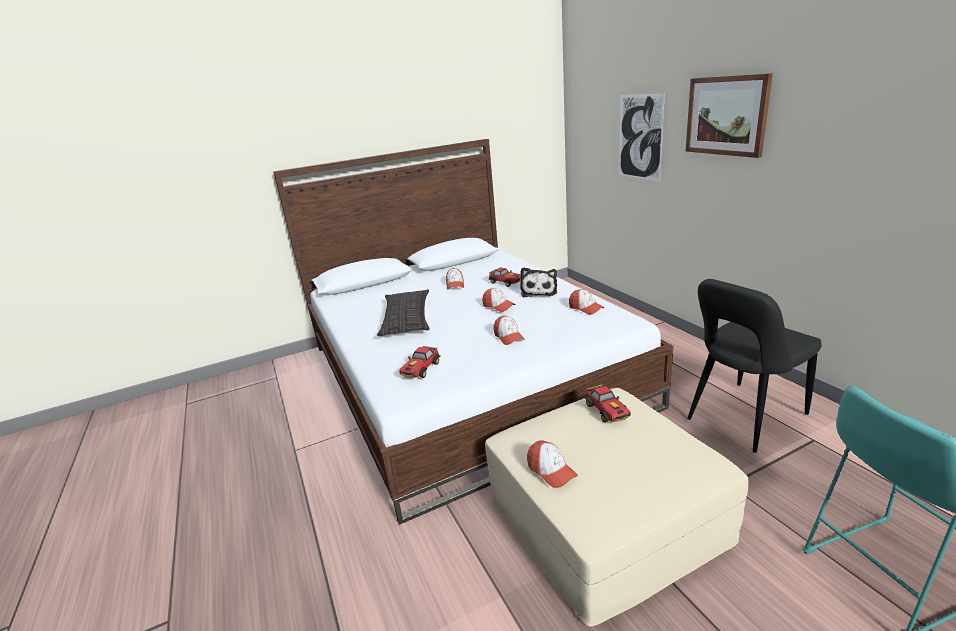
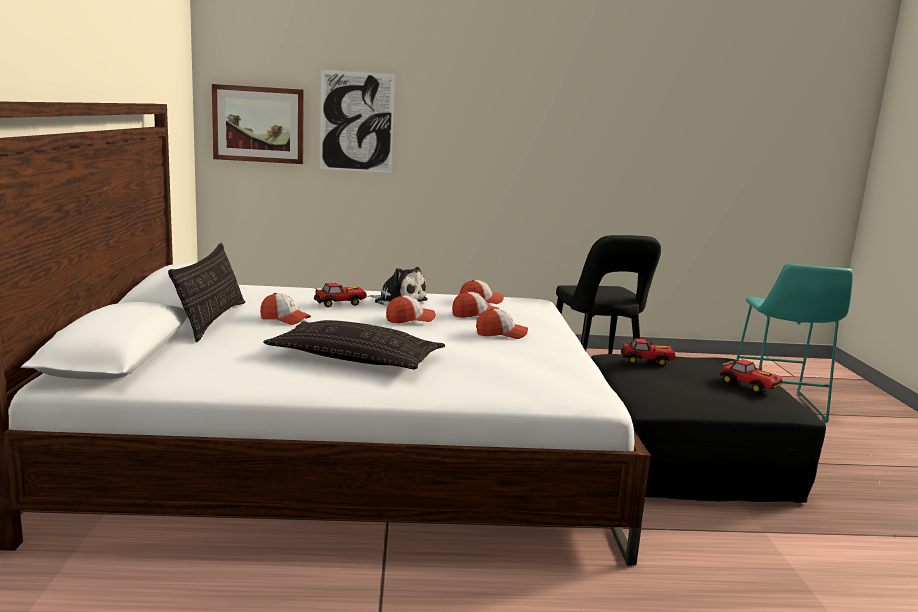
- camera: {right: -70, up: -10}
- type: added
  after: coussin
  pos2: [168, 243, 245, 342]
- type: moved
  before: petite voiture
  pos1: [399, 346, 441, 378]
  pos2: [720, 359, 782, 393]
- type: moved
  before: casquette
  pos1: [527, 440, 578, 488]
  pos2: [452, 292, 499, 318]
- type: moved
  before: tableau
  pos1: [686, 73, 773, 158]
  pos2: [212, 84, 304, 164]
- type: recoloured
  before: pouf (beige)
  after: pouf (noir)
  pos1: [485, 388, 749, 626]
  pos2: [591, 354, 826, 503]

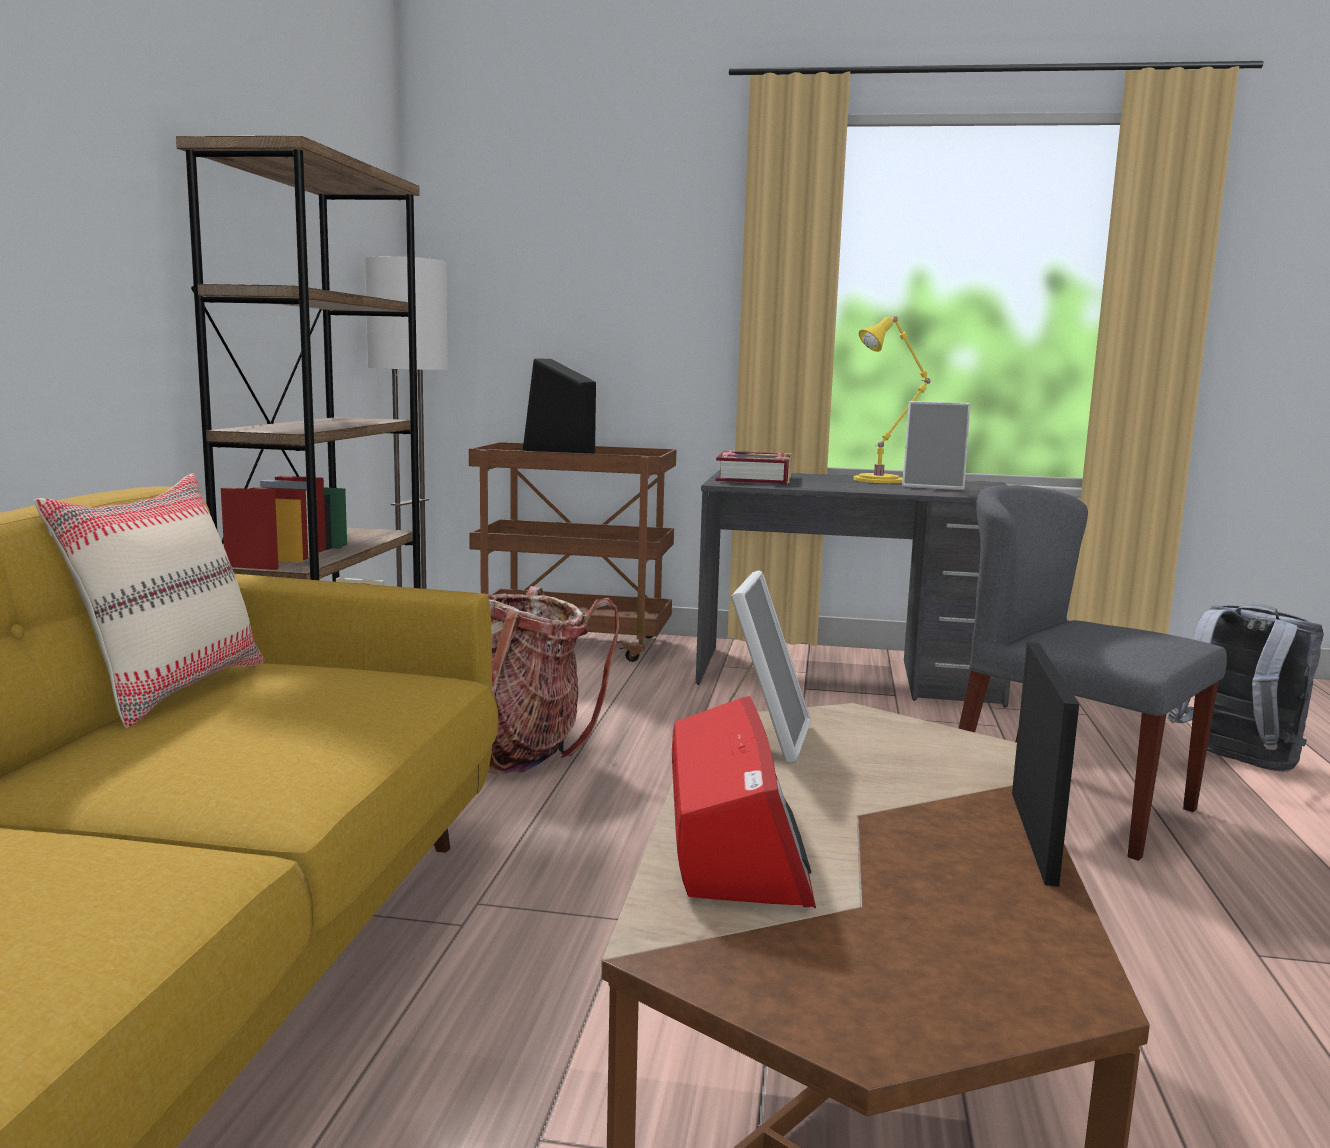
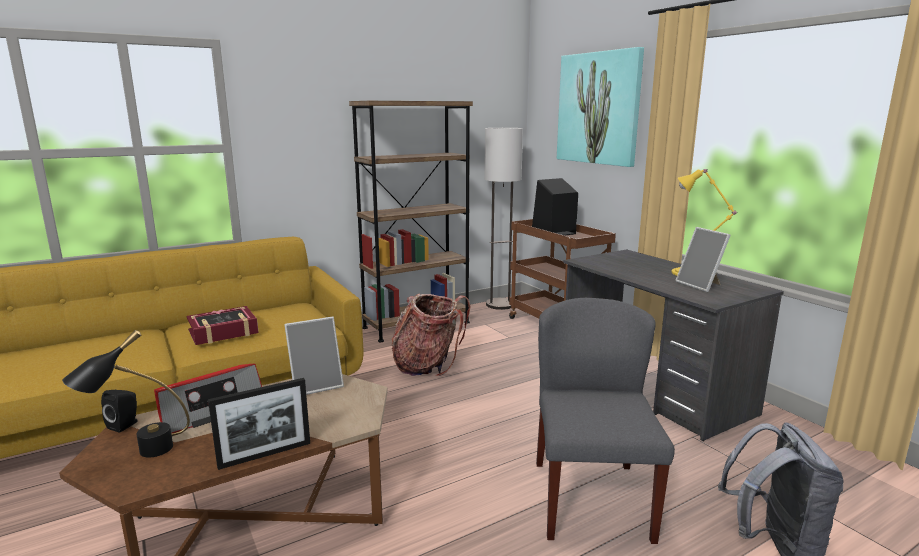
- camera: {right: 50, up: 5}
- type: removed
  before: coussin (beige)
  pos1: [34, 473, 265, 729]
- type: added
  after: lampe de table (noir)
  pos2: [62, 330, 190, 458]
- type: added
  after: enceinte (noir)
  pos2: [101, 390, 138, 433]
- type: added
  after: tableau
  pos2: [557, 47, 644, 167]
- type: moved
  before: livre
  pos1: [716, 450, 792, 484]
  pos2: [187, 306, 259, 345]

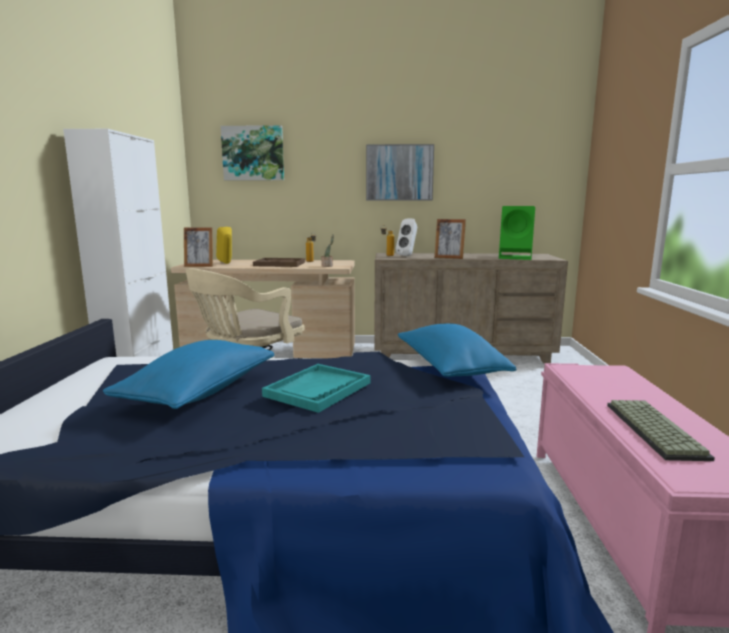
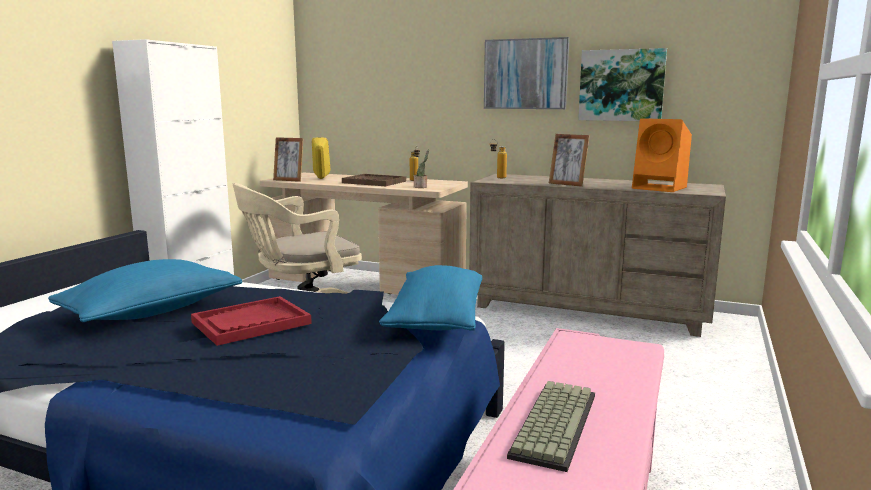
- camera: {right: 20, up: 0}
- type: removed
  before: enceinte (blanc)
  pos1: [395, 219, 417, 256]
- type: moved
  before: tableau
  pos1: [221, 125, 284, 180]
  pos2: [578, 48, 667, 121]
- type: recoloured
  before: plateau (turquoise)
  after: plateau (rouge)
  pos1: [262, 364, 370, 413]
  pos2: [191, 296, 312, 346]
- type: recoloured
  before: enceinte (vert)
  after: enceinte (orange)
  pos1: [499, 206, 535, 260]
  pos2: [632, 118, 692, 192]

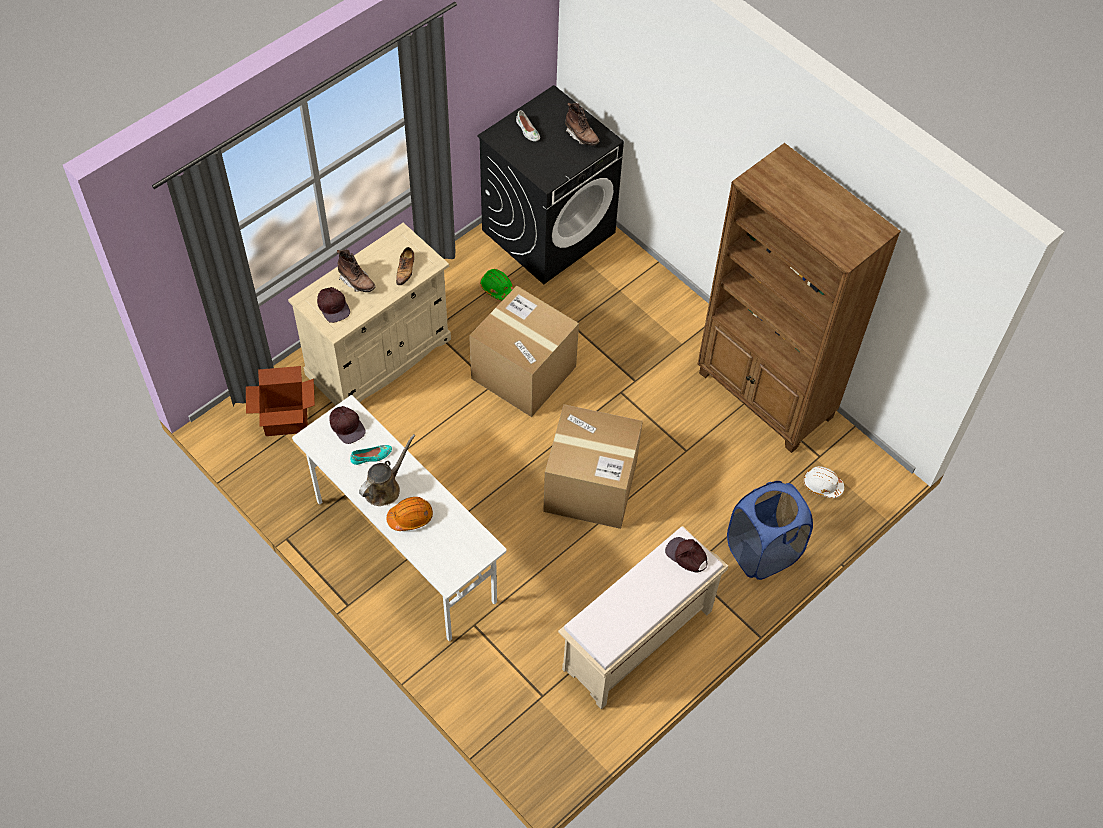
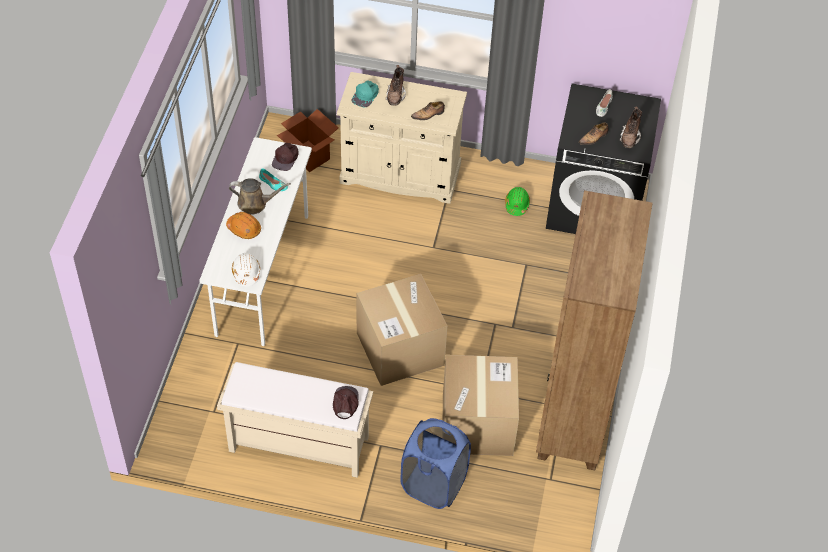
- camera: {right: 55, up: -5}
- type: added
  after: chaussure
  pos2: [578, 122, 609, 145]
- type: moved
  before: carton
  pos1: [469, 286, 579, 417]
  pos2: [443, 355, 519, 456]
- type: moved
  before: casque de chantier (blanc)
  pos1: [803, 466, 844, 498]
  pos2: [232, 253, 260, 286]
- type: recoloured
  before: casquette (marron)
  after: casquette (turquoise)
  pos1: [317, 287, 350, 323]
  pos2: [351, 80, 379, 107]

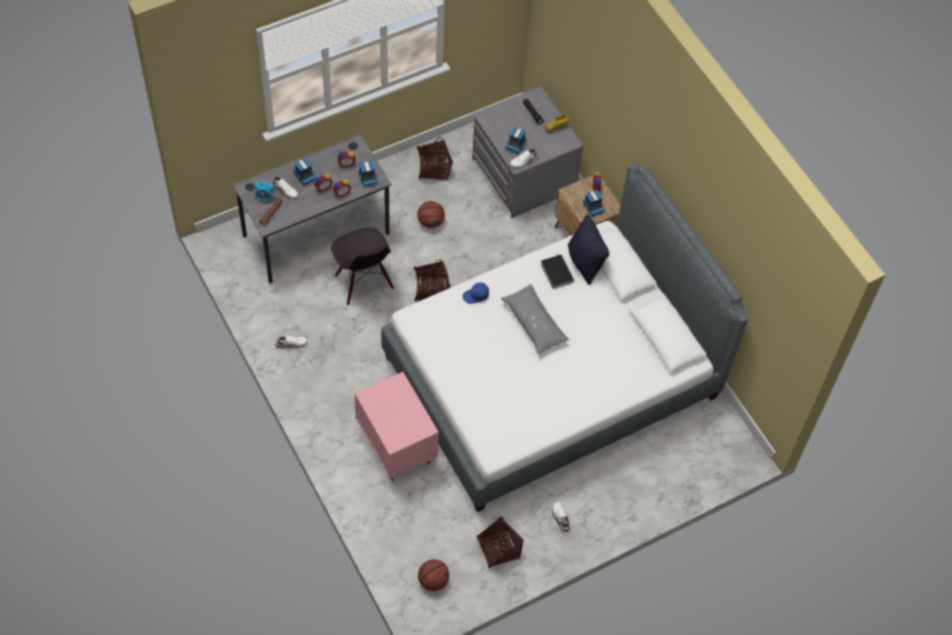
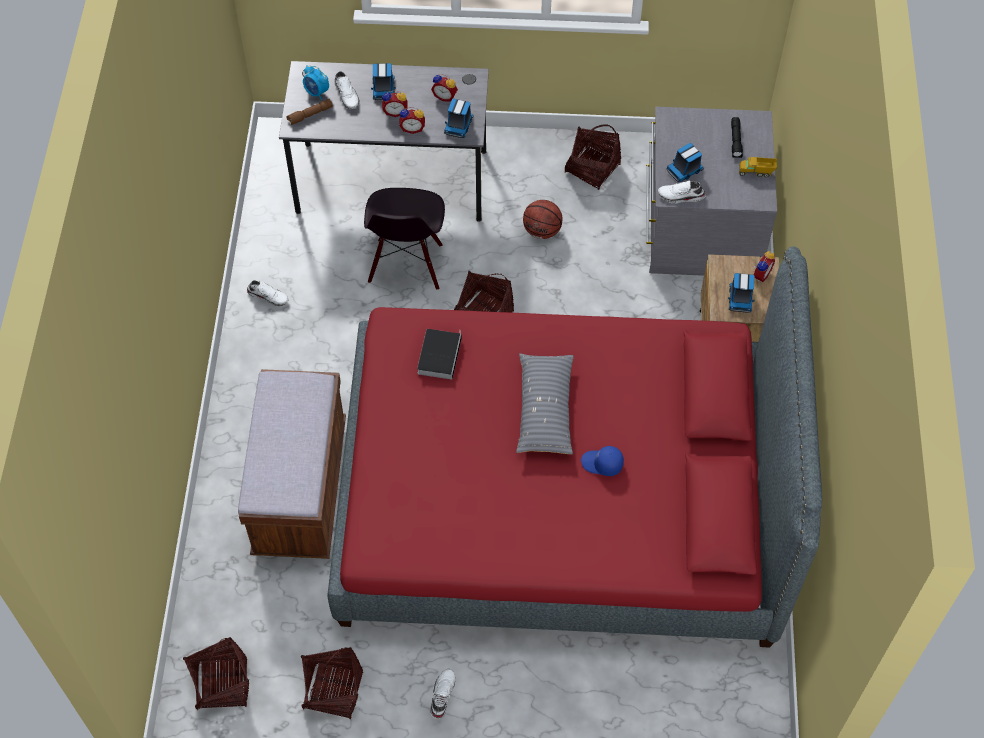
- camera: {right: 35, up: 0}
- type: removed
  before: coussin (noir)
  pos1: [568, 214, 610, 285]
- type: moved
  before: casquette (bleu)
  pos1: [462, 282, 489, 304]
  pos2: [581, 446, 624, 476]
- type: moved
  before: livre
  pos1: [540, 254, 574, 289]
  pos2: [417, 329, 462, 380]
- type: replaced
  before: table de chevet (rose)
  after: banc (marron)
  pos1: [355, 372, 439, 481]
  pos2: [238, 369, 346, 559]
- type: replaced
  before: ballon de basket
  after: panier
  pos1: [418, 559, 449, 591]
  pos2: [183, 637, 249, 710]
- type: recoloured
  before: lit (blanc)
  after: lit (rouge)
  pos1: [381, 162, 748, 512]
  pos2: [328, 246, 822, 648]

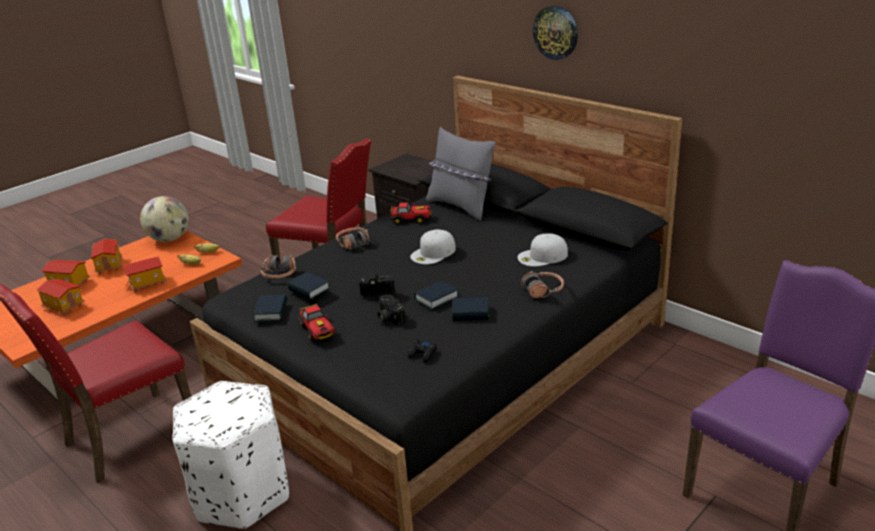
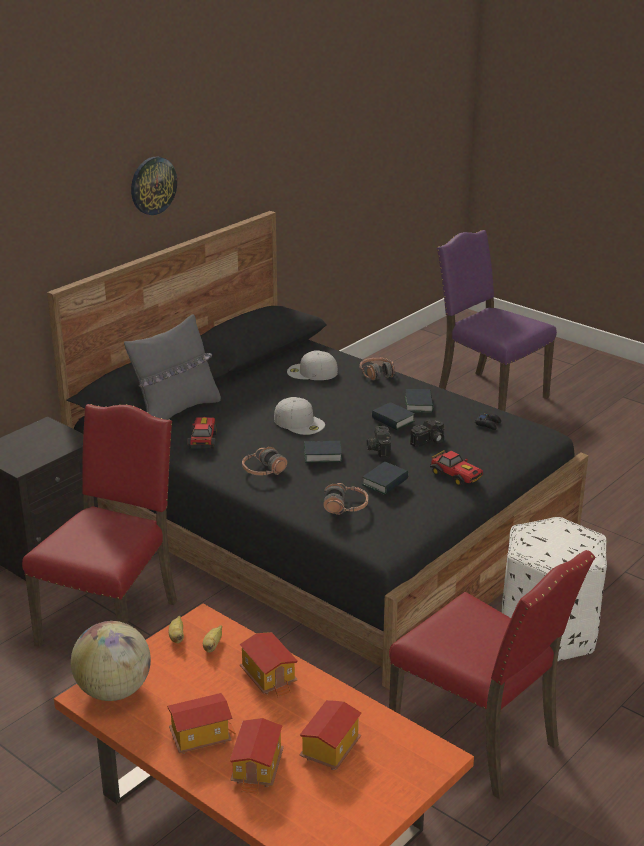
- camera: {right: -95, up: 0}
- type: moved
  before: livre
  pos1: [253, 294, 287, 322]
  pos2: [304, 441, 342, 463]
- type: turned
  before: petite voiture
  pos1: [297, 304, 335, 341]
  pos2: [430, 450, 483, 486]
  turn: 75
- type: turned
  before: casquette (blanc)
  pos1: [517, 233, 568, 267]
  pos2: [287, 350, 338, 380]
  turn: 120

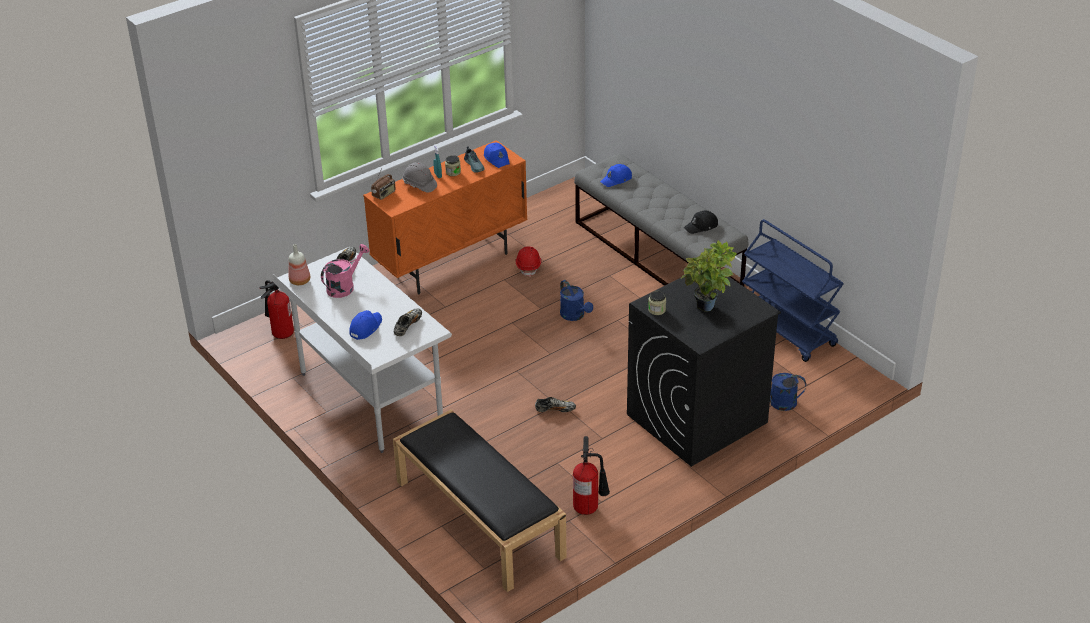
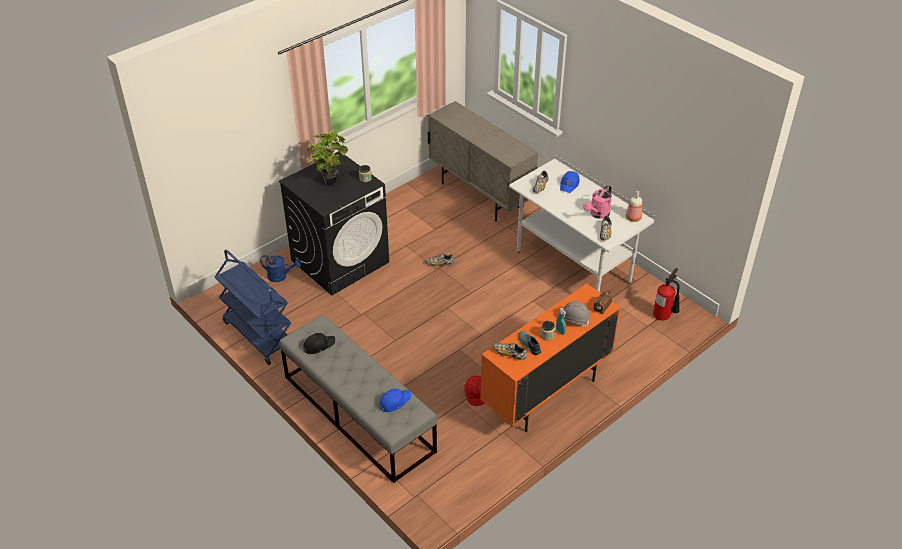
- camera: {right: 175, up: 5}
- type: removed
  before: arrosoir (bleu)
  pos1: [560, 280, 593, 321]
- type: removed
  before: extincteur
  pos1: [573, 436, 610, 515]
- type: replaced
  before: banc (noir)
  after: meuble de rangement (beige)
  pos1: [393, 410, 567, 592]
  pos2: [428, 101, 538, 221]
- type: replaced
  before: casquette (bleu)
  after: chaussure
  pos1: [484, 143, 510, 168]
  pos2: [493, 343, 527, 360]

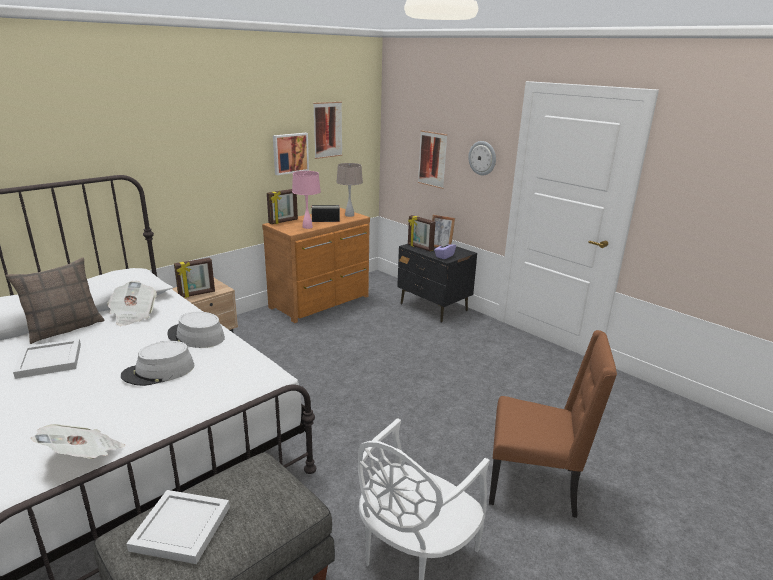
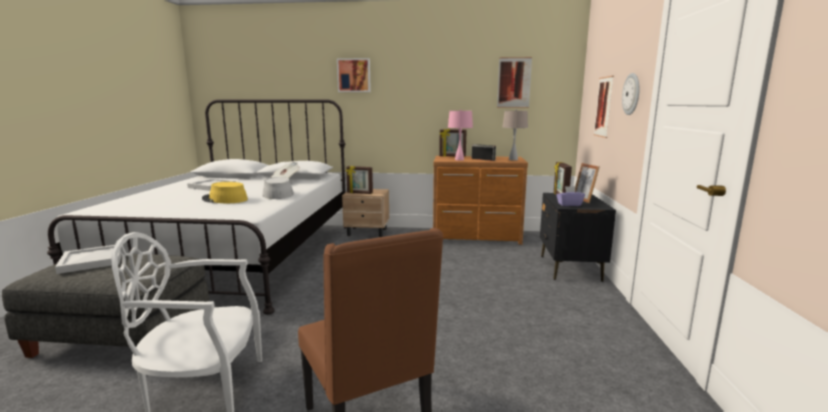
- camera: {right: 50, up: -10}
- type: removed
  before: coussin
  pos1: [6, 258, 105, 344]
- type: removed
  before: journal
  pos1: [30, 424, 125, 459]
- type: moved
  before: tableau
  pos1: [273, 133, 309, 175]
  pos2: [337, 58, 371, 92]
- type: recoloured
  before: chapeau (gris)
  after: chapeau (jaune)
  pos1: [121, 341, 194, 386]
  pos2: [202, 182, 248, 203]

